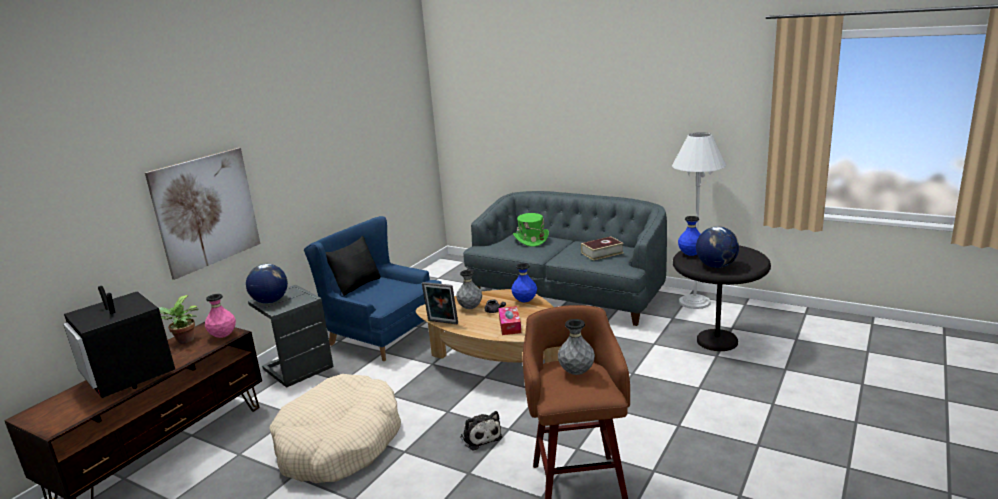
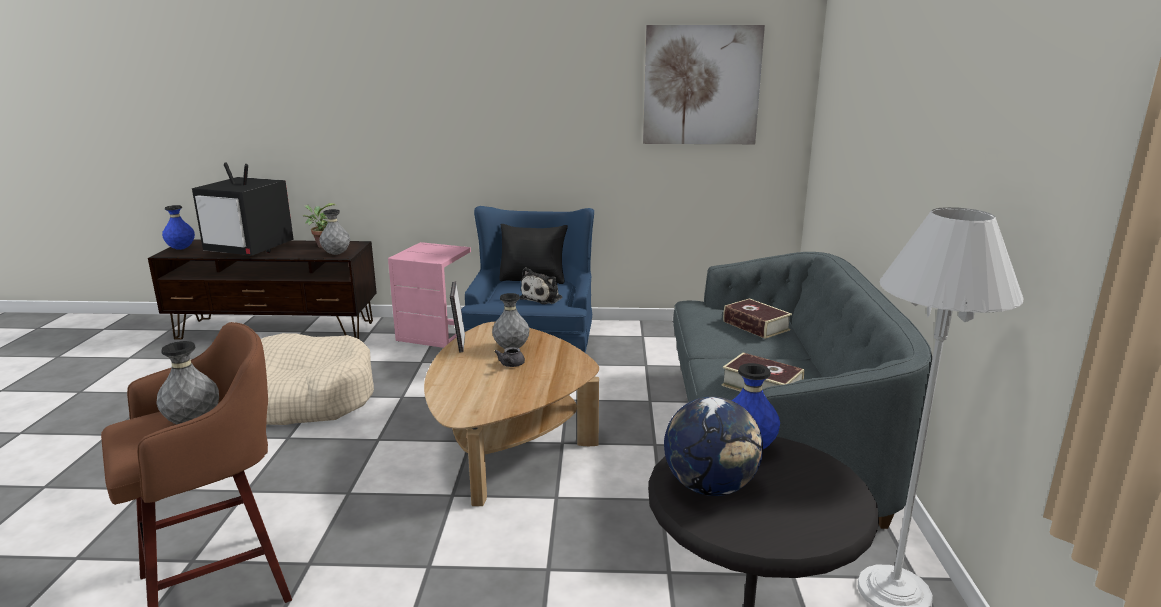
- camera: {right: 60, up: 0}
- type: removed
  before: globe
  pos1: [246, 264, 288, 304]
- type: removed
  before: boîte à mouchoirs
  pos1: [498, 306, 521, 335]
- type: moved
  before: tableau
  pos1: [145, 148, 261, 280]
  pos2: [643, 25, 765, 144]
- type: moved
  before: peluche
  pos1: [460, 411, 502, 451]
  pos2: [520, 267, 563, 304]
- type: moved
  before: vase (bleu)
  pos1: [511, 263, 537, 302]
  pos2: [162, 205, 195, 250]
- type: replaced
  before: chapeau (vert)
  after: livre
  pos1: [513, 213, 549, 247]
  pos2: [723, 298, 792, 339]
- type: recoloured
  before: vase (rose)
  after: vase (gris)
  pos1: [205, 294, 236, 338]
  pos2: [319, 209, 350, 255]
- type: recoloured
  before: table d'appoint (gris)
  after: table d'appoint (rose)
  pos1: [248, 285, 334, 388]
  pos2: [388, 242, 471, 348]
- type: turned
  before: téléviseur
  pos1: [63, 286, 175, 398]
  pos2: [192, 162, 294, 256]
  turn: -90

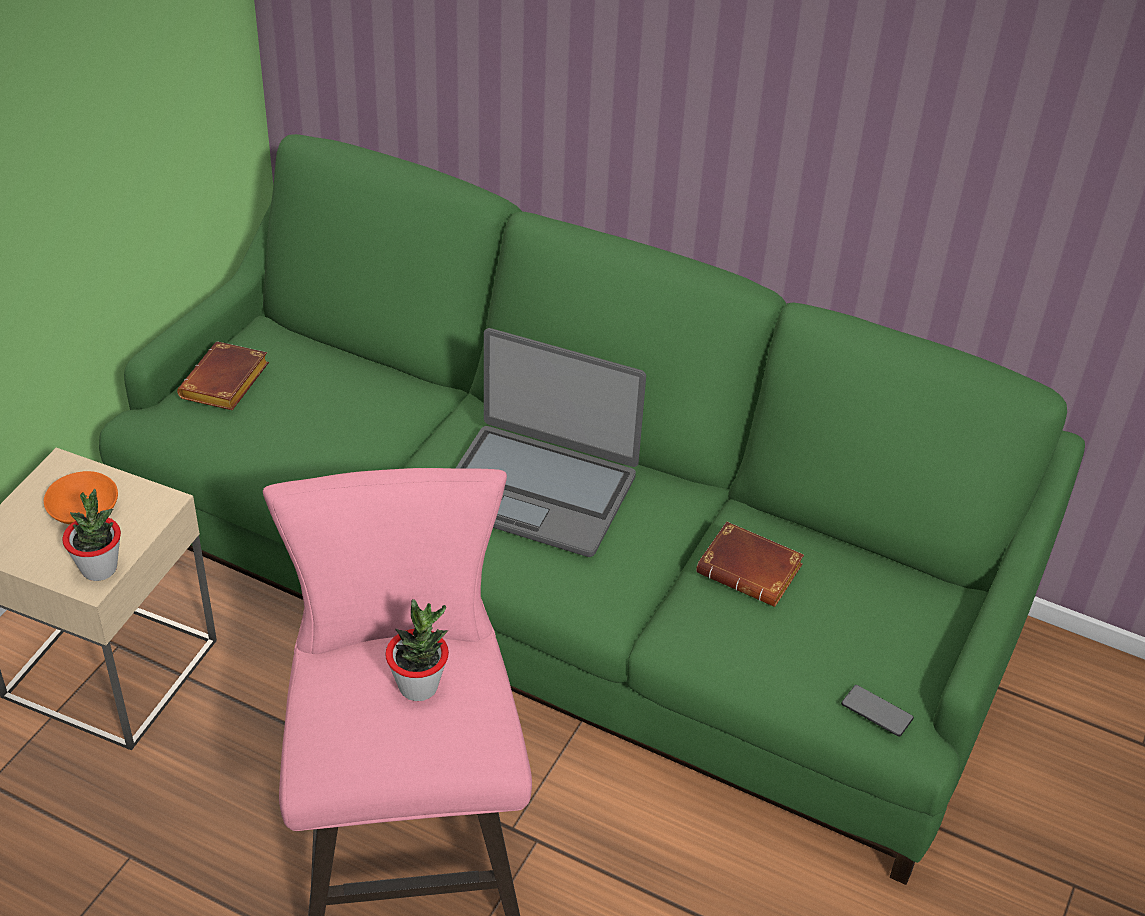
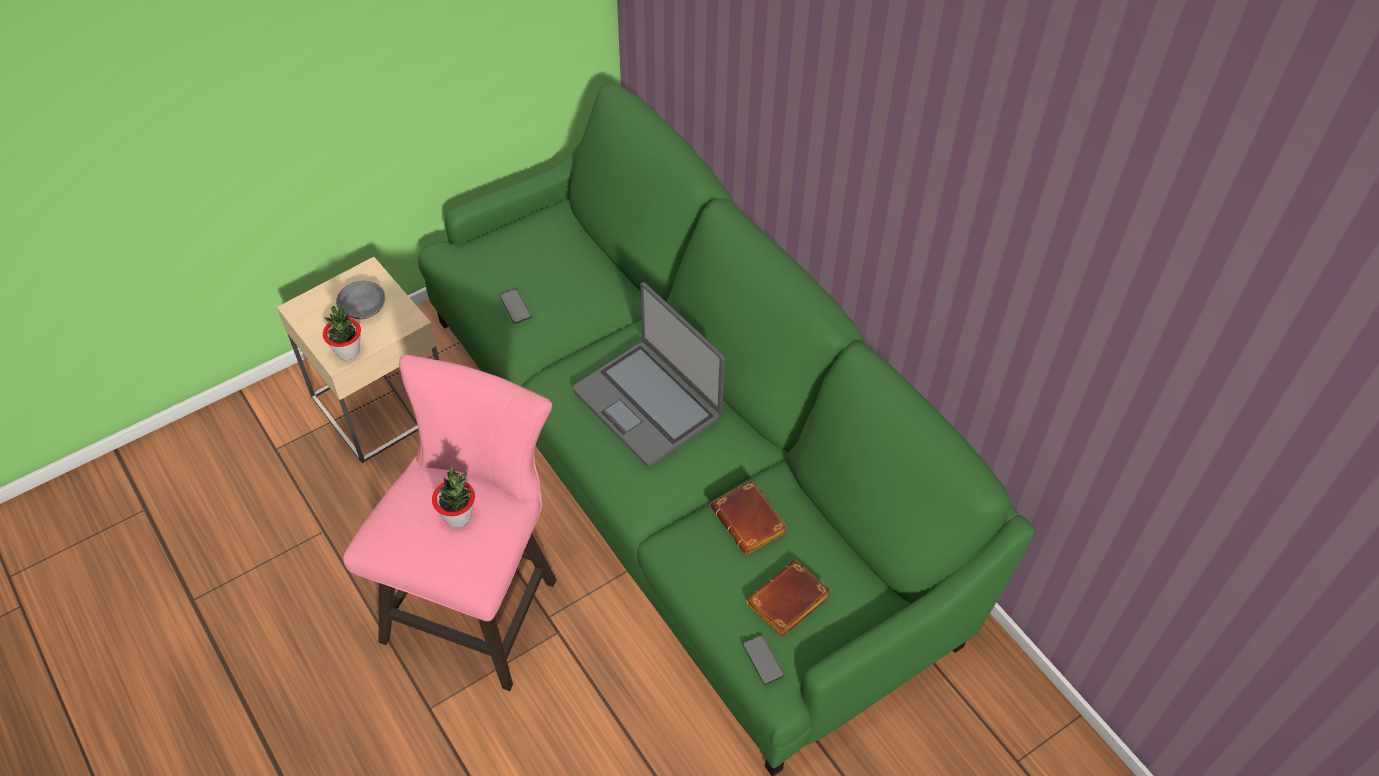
- camera: {right: 30, up: 10}
- type: added
  after: téléphone
  pos2: [499, 289, 531, 324]
- type: moved
  before: livre (marron)
  pos1: [177, 342, 269, 410]
  pos2: [746, 560, 831, 637]
- type: recoloured
  before: bol (orange)
  after: bol (gris)
  pos1: [44, 471, 118, 525]
  pos2: [336, 281, 385, 319]

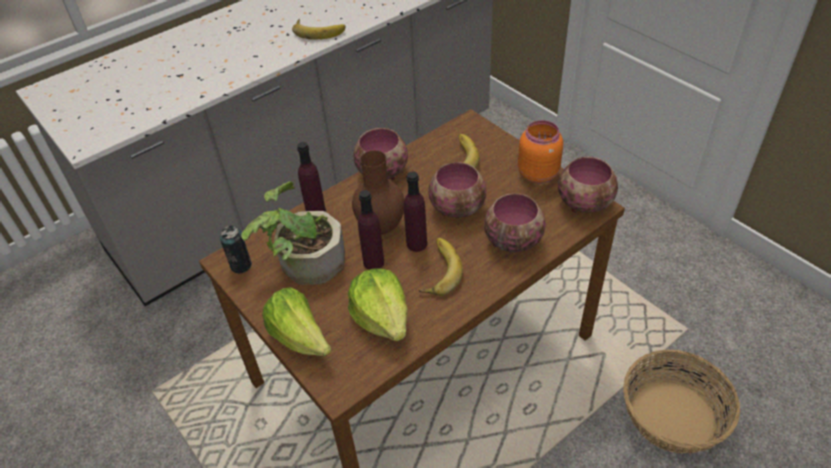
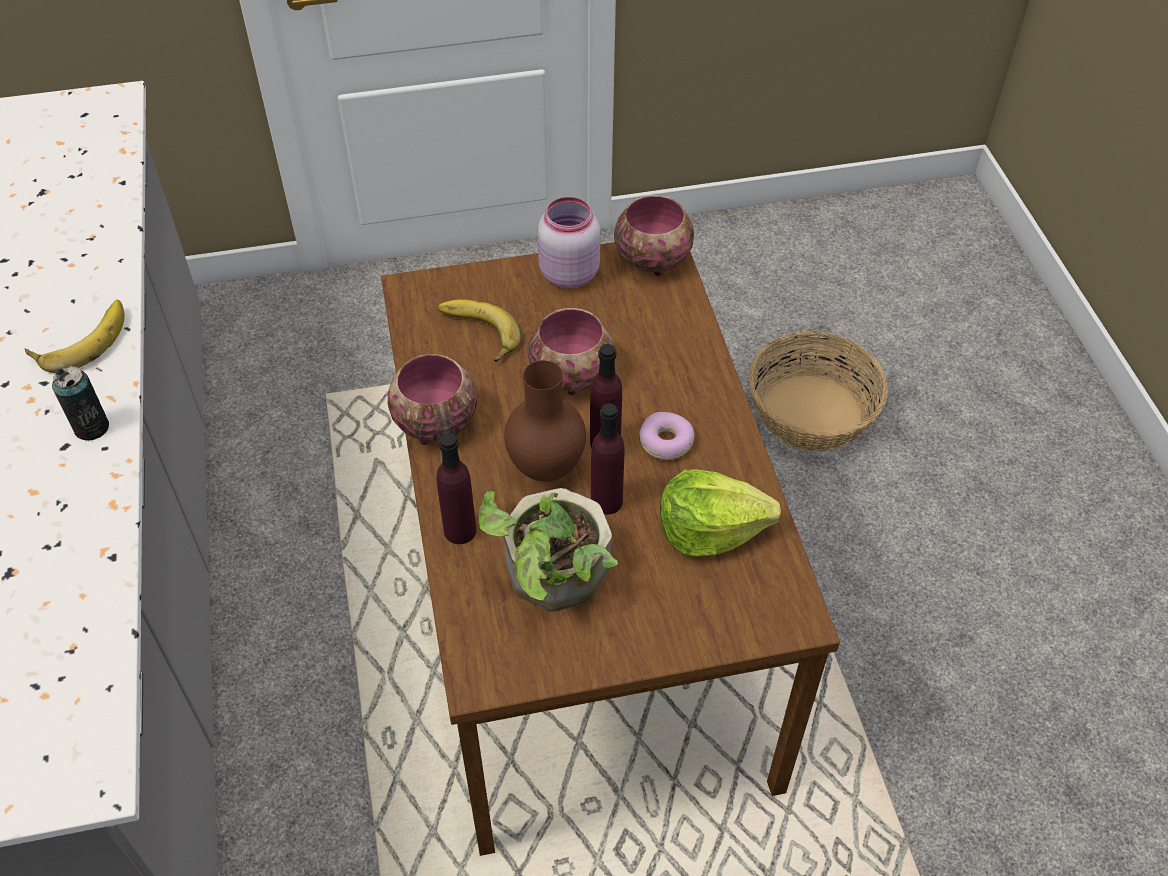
- camera: {right: -65, up: 5}
- type: removed
  before: laitue
  pos1: [262, 287, 331, 356]
- type: removed
  before: bol
  pos1: [484, 193, 546, 252]
- type: moved
  before: boîte métallique
  pos1: [220, 226, 252, 273]
  pos2: [52, 366, 109, 441]
- type: replaced
  before: banane
  after: beignet
  pos1: [419, 238, 463, 296]
  pos2: [639, 412, 695, 460]
- type: recoloured
  before: bocal (orange)
  after: bocal (rose)
  pos1: [518, 120, 563, 184]
  pos2: [537, 197, 600, 288]

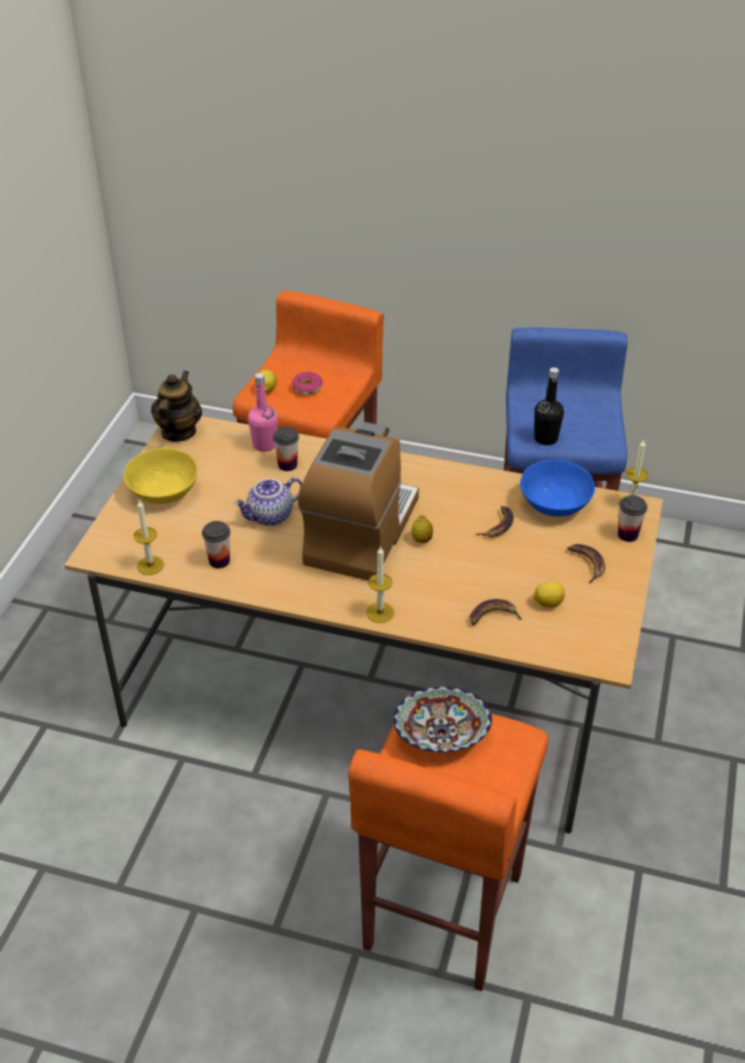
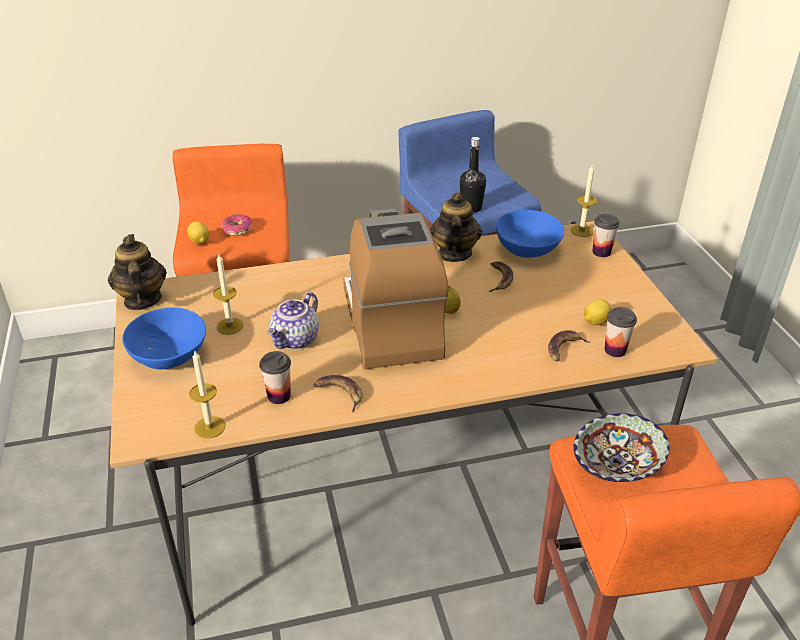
- camera: {right: -30, up: -5}
- type: removed
  before: bouteille (rose)
  pos1: [248, 373, 278, 452]
- type: added
  after: théière
  pos2: [430, 192, 482, 262]
- type: moved
  before: tasse
  pos1: [273, 427, 299, 471]
  pos2: [605, 307, 637, 357]
- type: moved
  before: bougie
  pos1: [366, 546, 394, 623]
  pos2: [213, 253, 243, 335]
- type: moved
  before: banane
  pos1: [567, 544, 605, 583]
  pos2: [313, 375, 363, 412]
- type: recoloured
  before: bol (jaune)
  after: bol (bleu)
  pos1: [124, 448, 198, 504]
  pos2: [122, 307, 206, 369]

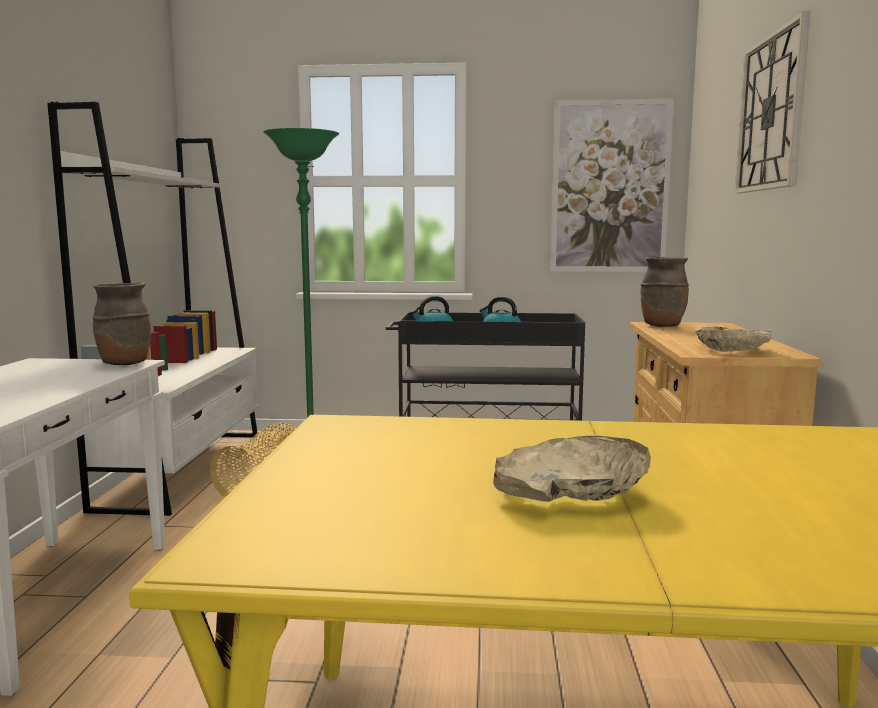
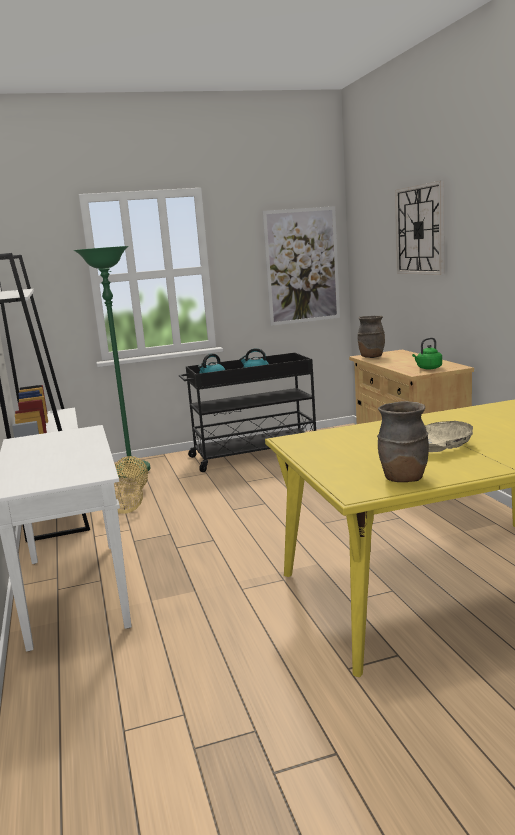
- camera: {right: -20, up: 5}
- type: moved
  before: vase (marron)
  pos1: [93, 283, 151, 365]
  pos2: [377, 401, 429, 482]
- type: replaced
  before: bol (beige)
  after: bouilloire (vert)
  pos1: [695, 326, 775, 352]
  pos2: [412, 338, 442, 369]

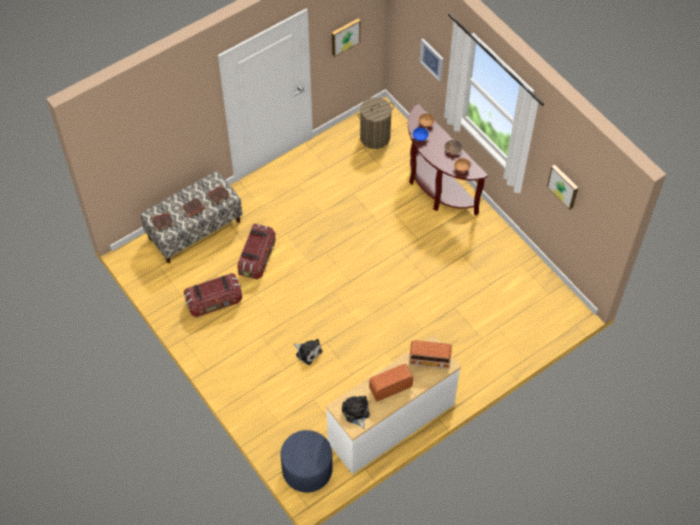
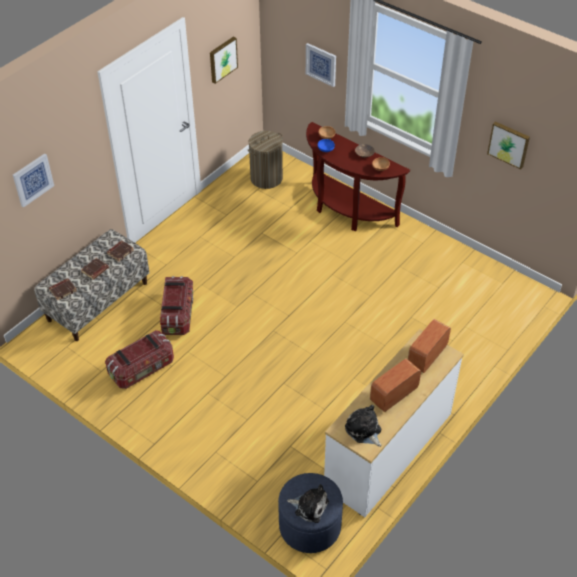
- camera: {right: -15, up: -10}
- type: added
  after: tableau
  pos2: [13, 153, 54, 208]
- type: moved
  before: peluche
  pos1: [293, 339, 322, 365]
  pos2: [287, 484, 329, 523]
- type: turned
  before: radio
  pos1: [409, 340, 452, 369]
  pos2: [408, 319, 451, 373]
  turn: 135

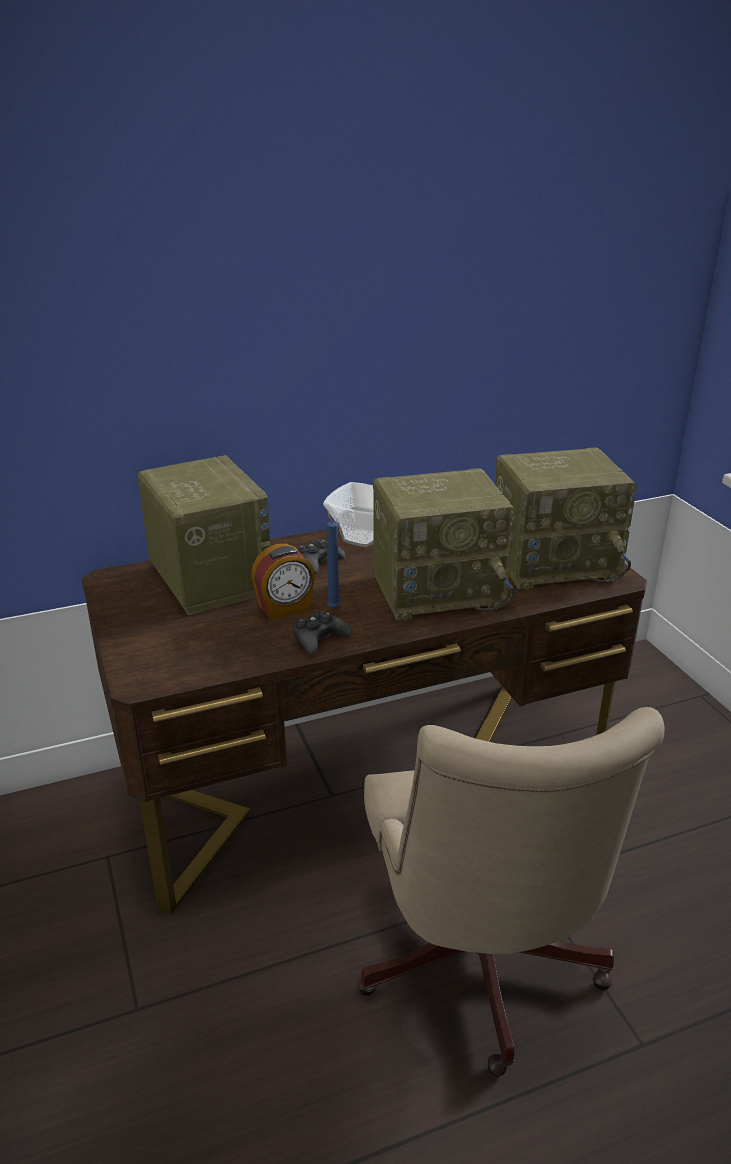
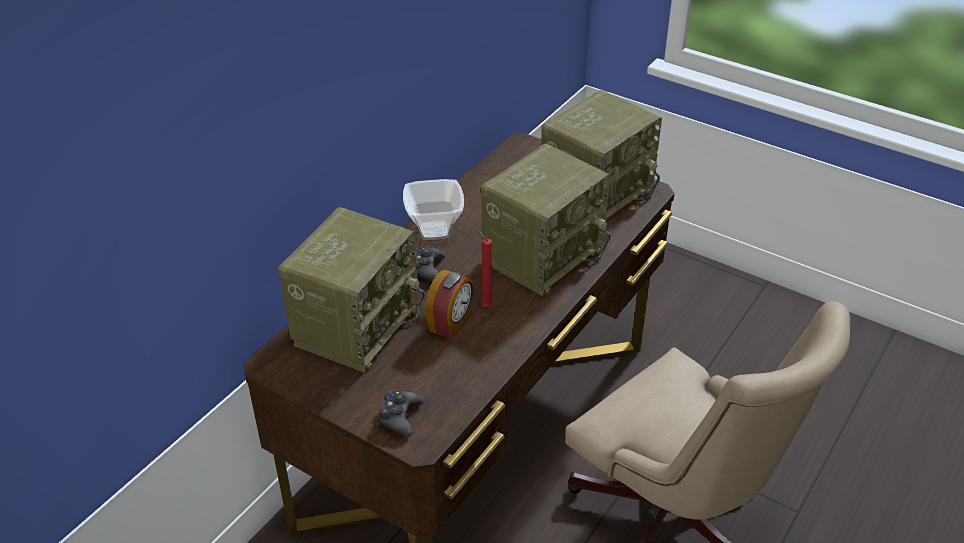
- camera: {right: -35, up: 10}
- type: moved
  before: manette (noir)
  pos1: [293, 611, 352, 654]
  pos2: [377, 390, 424, 437]
- type: recoloured
  before: bougie (bleu)
  after: bougie (rouge)
  pos1: [326, 510, 340, 608]
  pos2: [478, 231, 493, 307]
- type: turned
  before: radio
  pos1: [137, 455, 270, 615]
  pos2: [278, 207, 424, 373]
  turn: 90

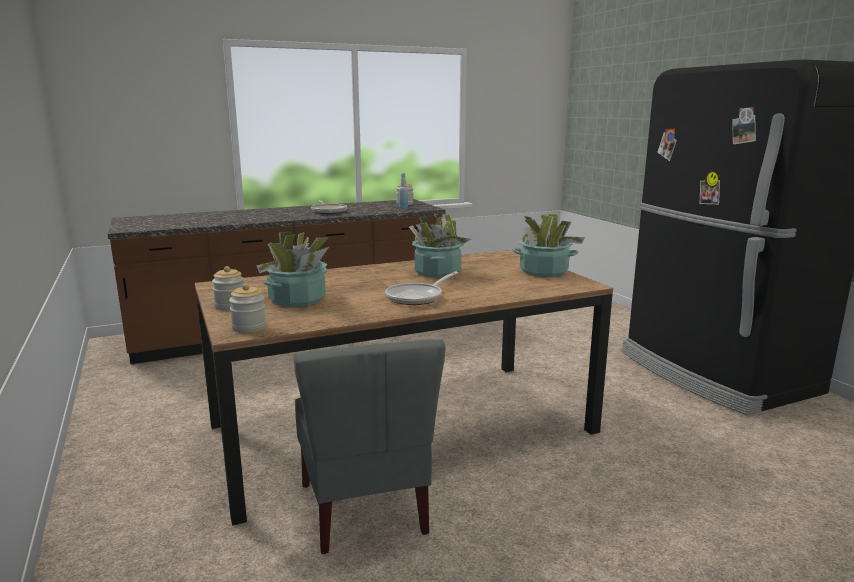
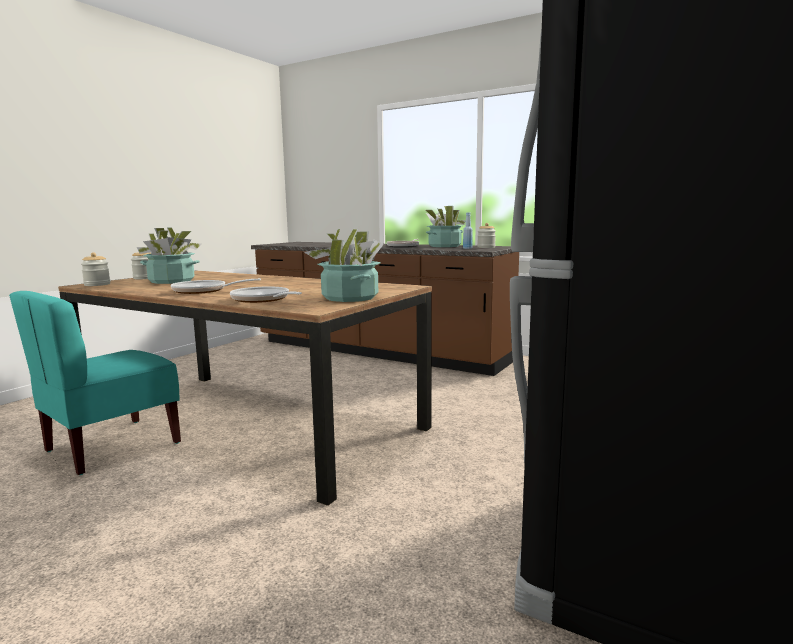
- camera: {right: 55, up: -5}
- type: added
  after: poêle
  pos2: [230, 287, 302, 303]
- type: moved
  before: plante en pot
  pos1: [409, 213, 471, 278]
  pos2: [426, 206, 466, 247]
- type: recoloured
  before: chaise (gris)
  after: chaise (turquoise)
  pos1: [293, 339, 446, 554]
  pos2: [9, 291, 181, 475]

